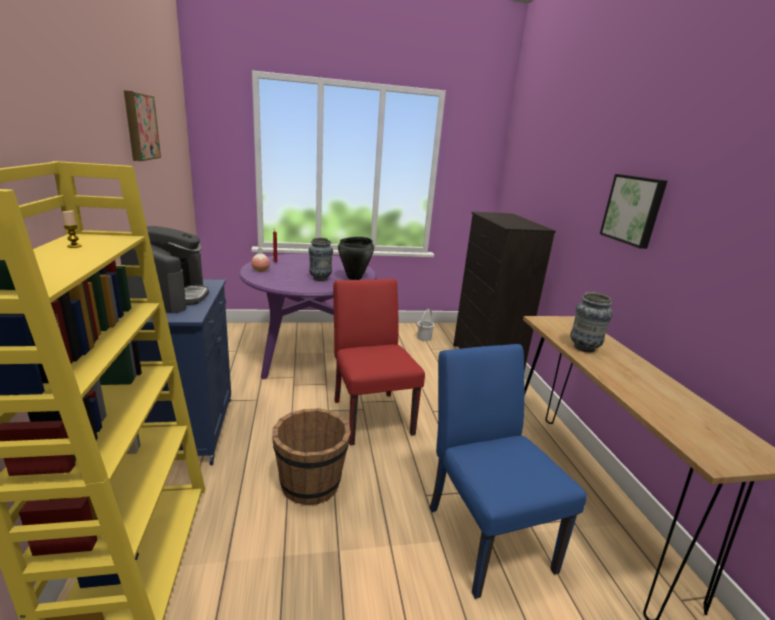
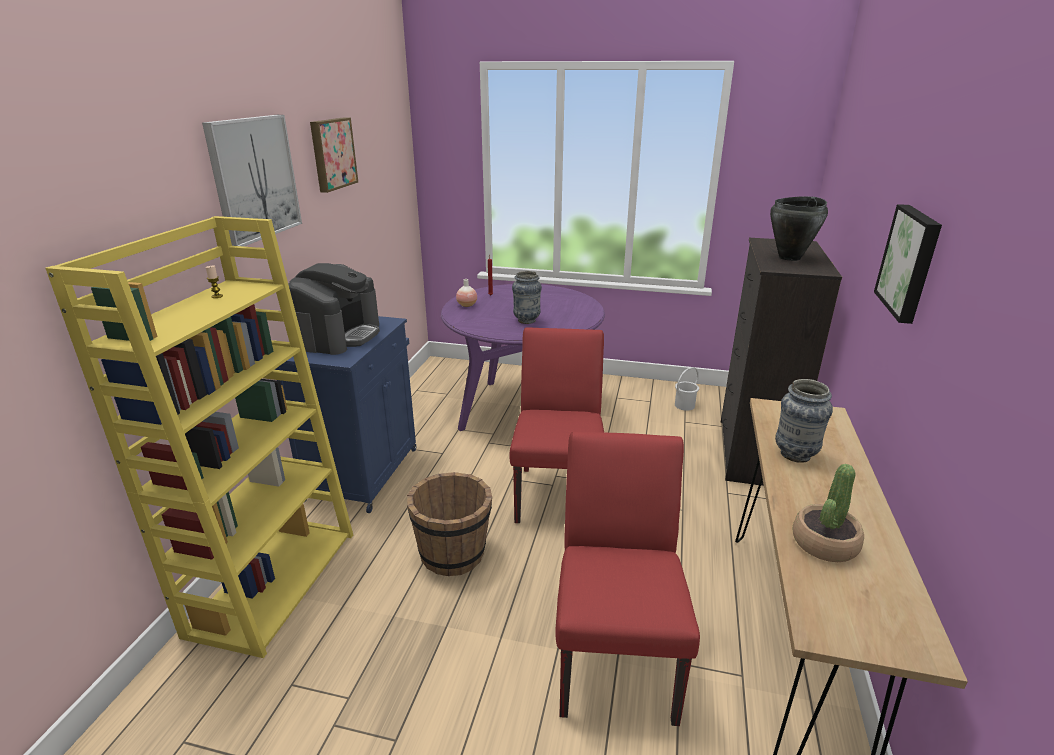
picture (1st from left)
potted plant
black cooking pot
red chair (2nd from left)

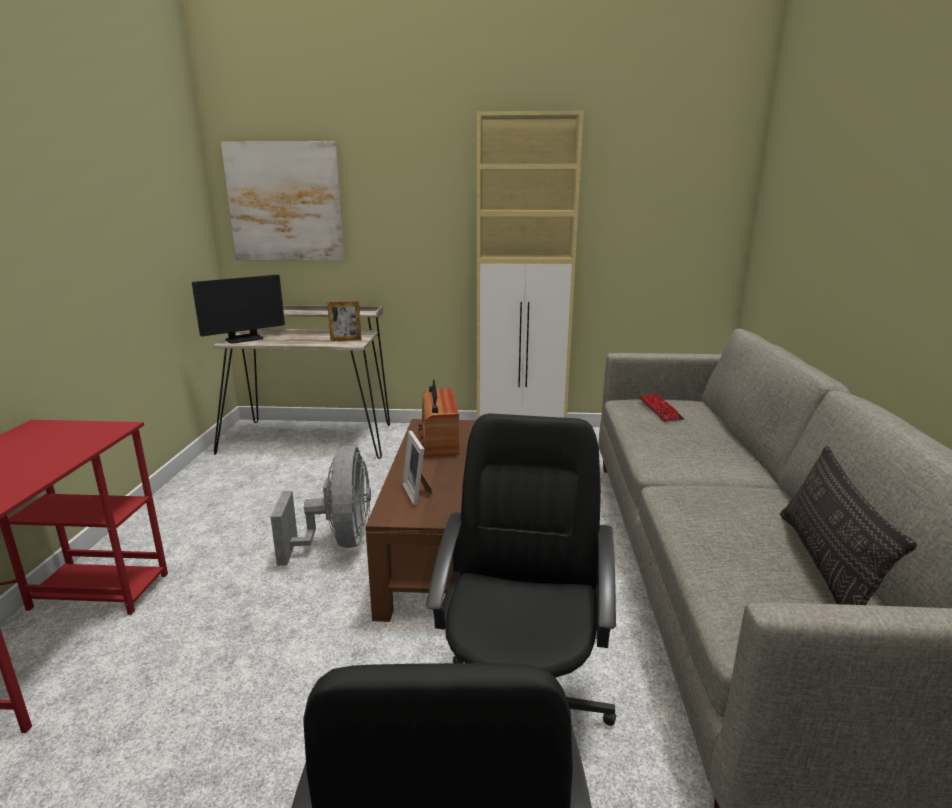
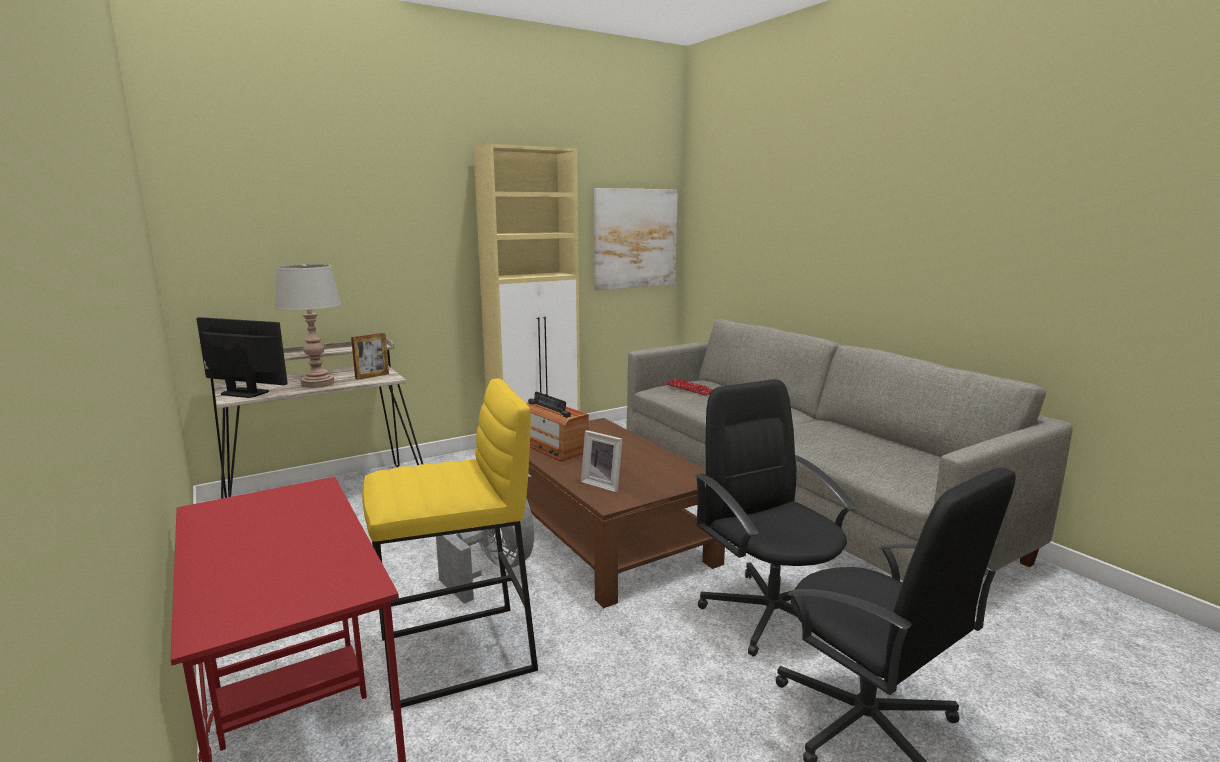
pillow
grey table lamp
yellow stool
picture
monitor

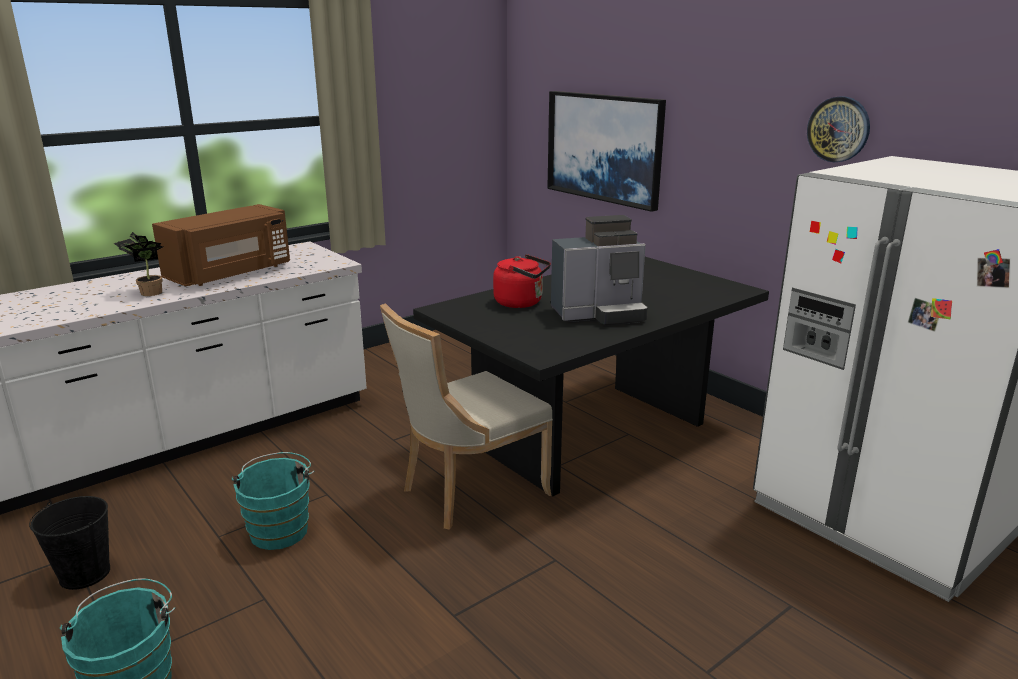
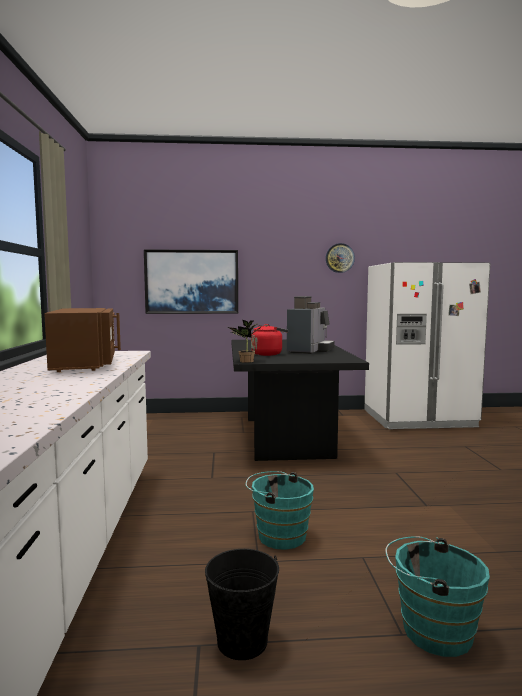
beige chair
potted plant

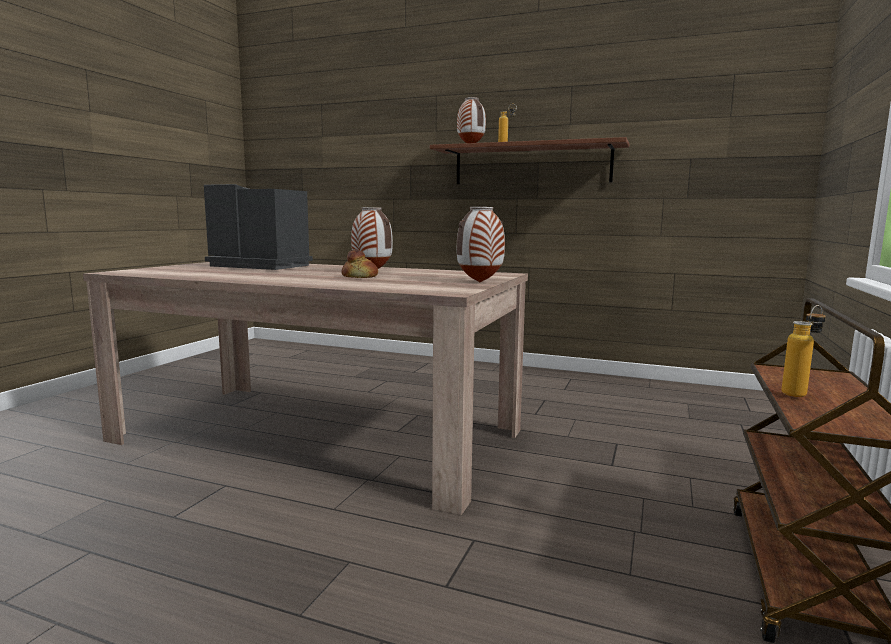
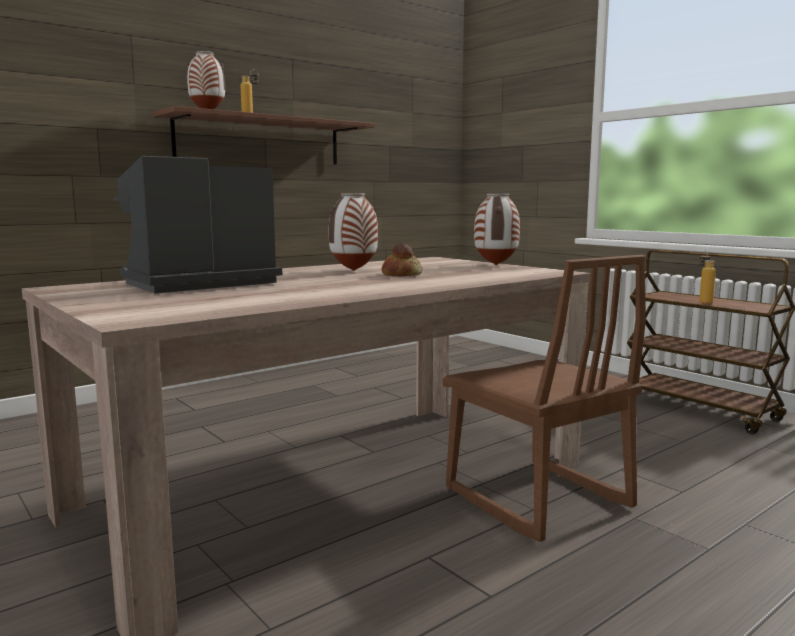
brown chair

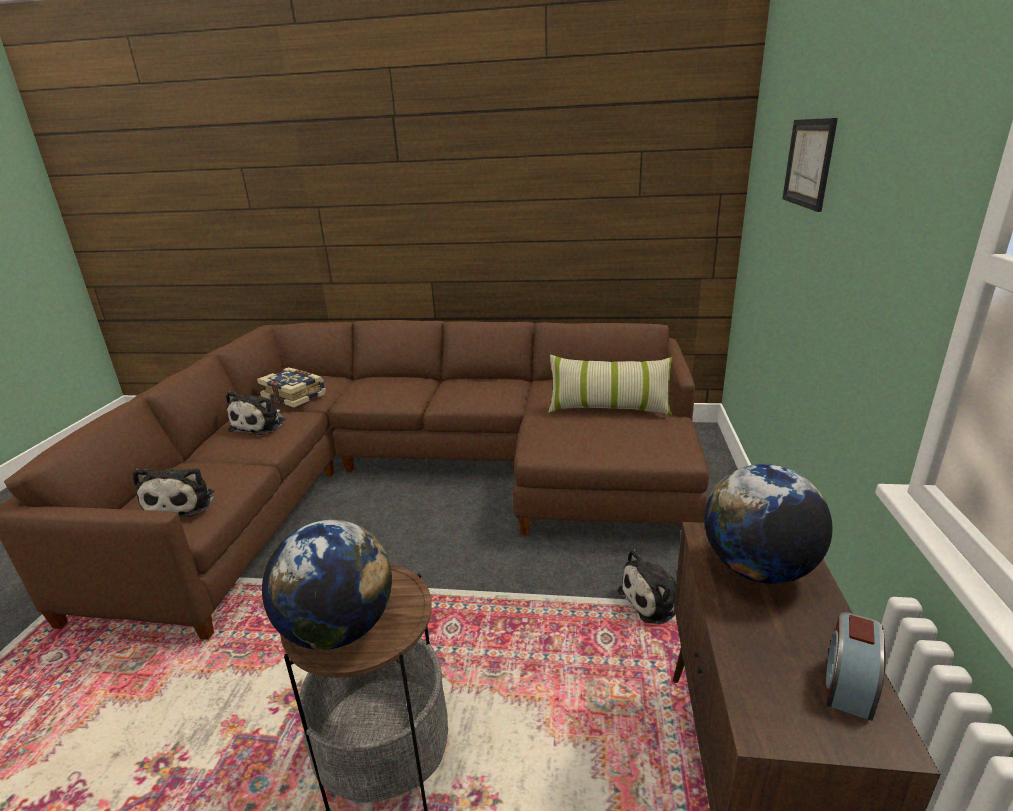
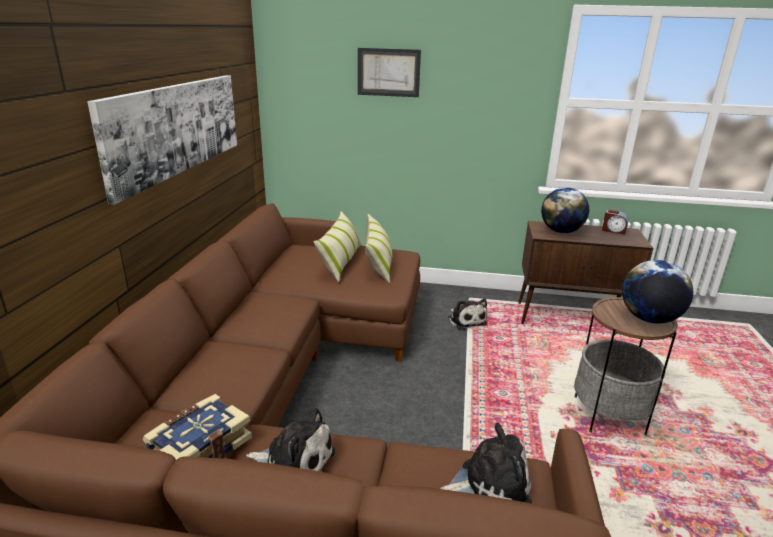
picture (1st from left)
pillow (2nd from left)

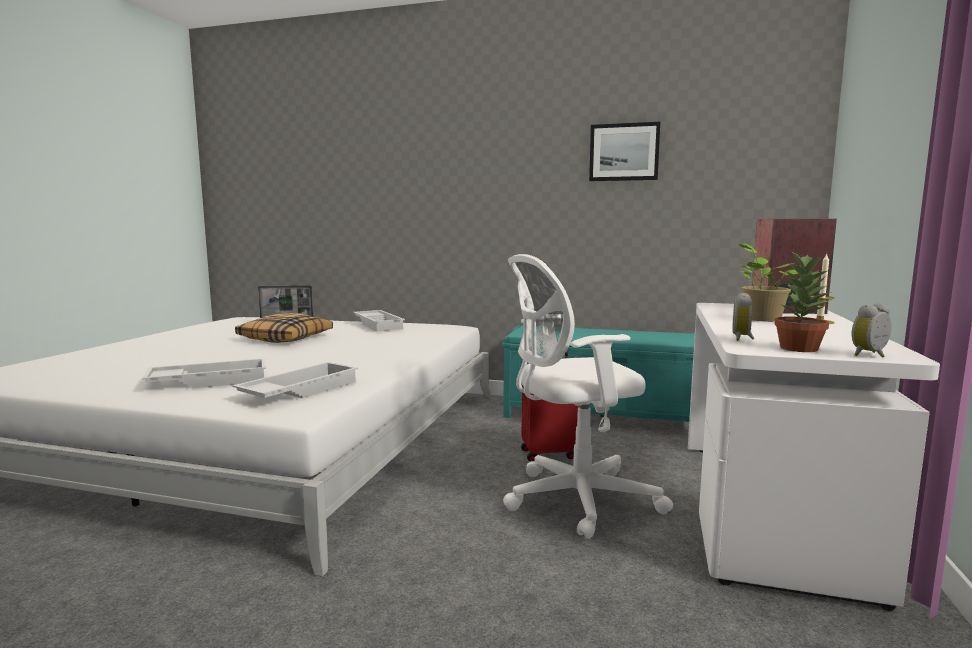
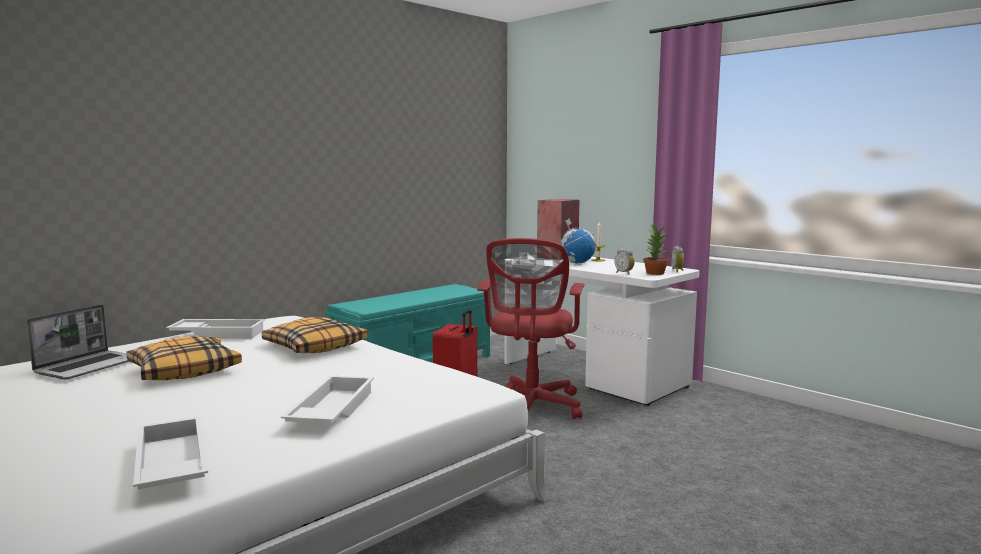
picture
pillow (2nd from left)
white tray (1st from left)
globe
red office chair

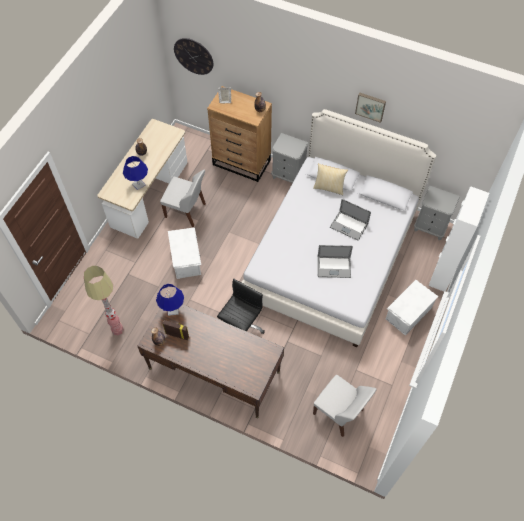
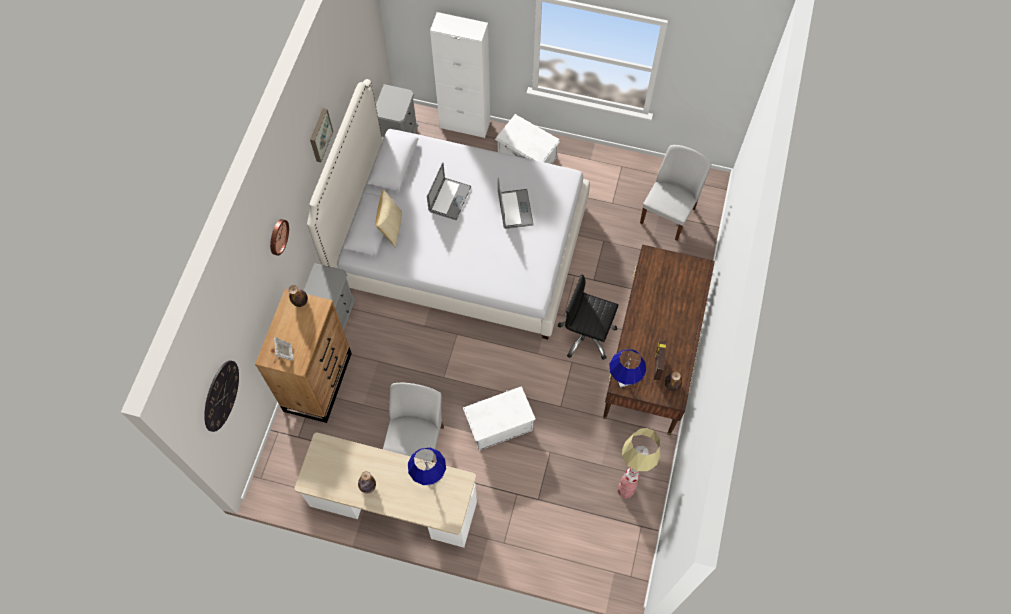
wall clock (2nd from left)

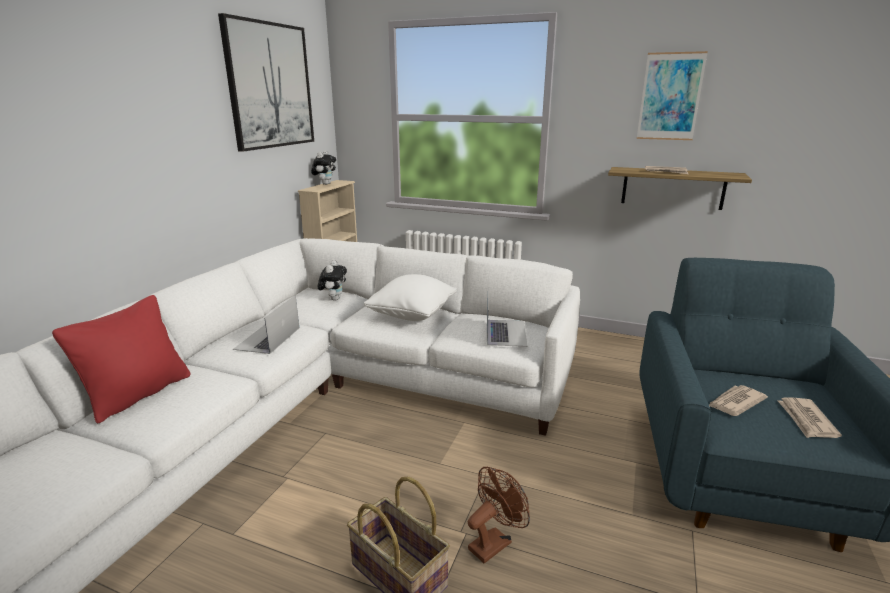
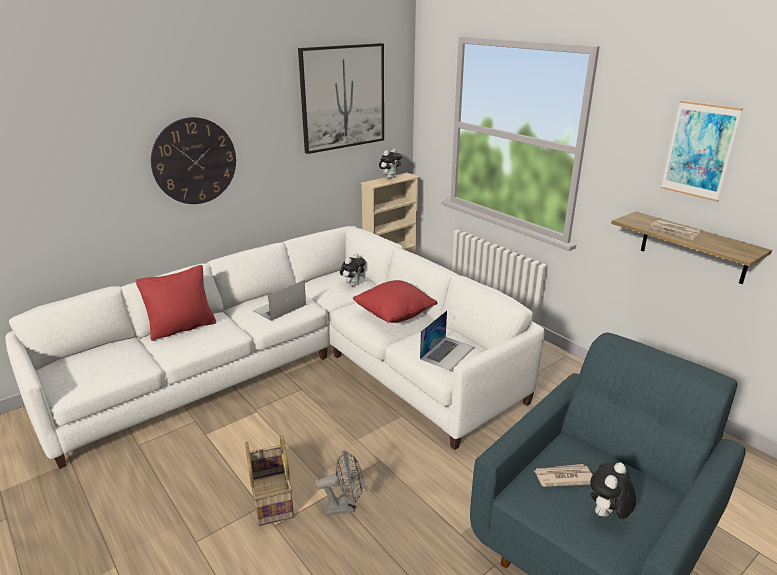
wall clock
plush toy (3rd from left)
red pillow (2nd from left)
grey fan

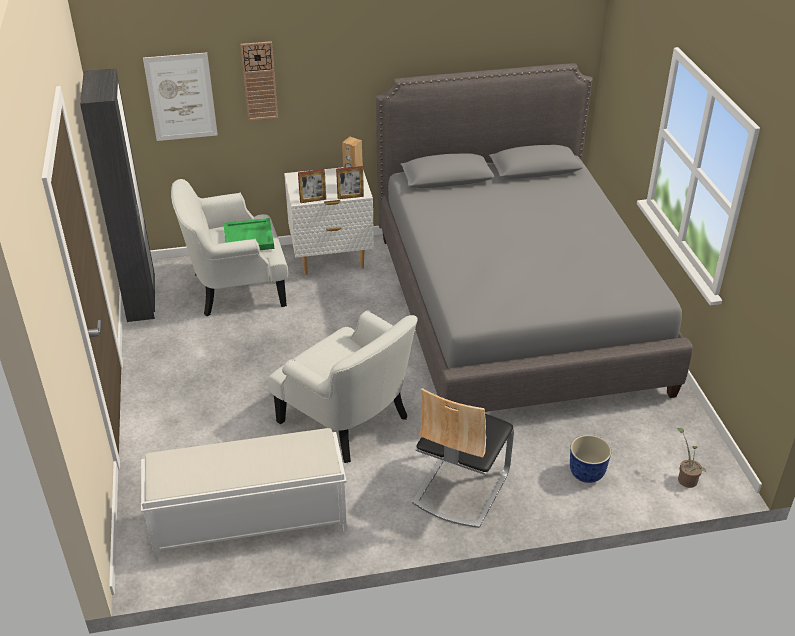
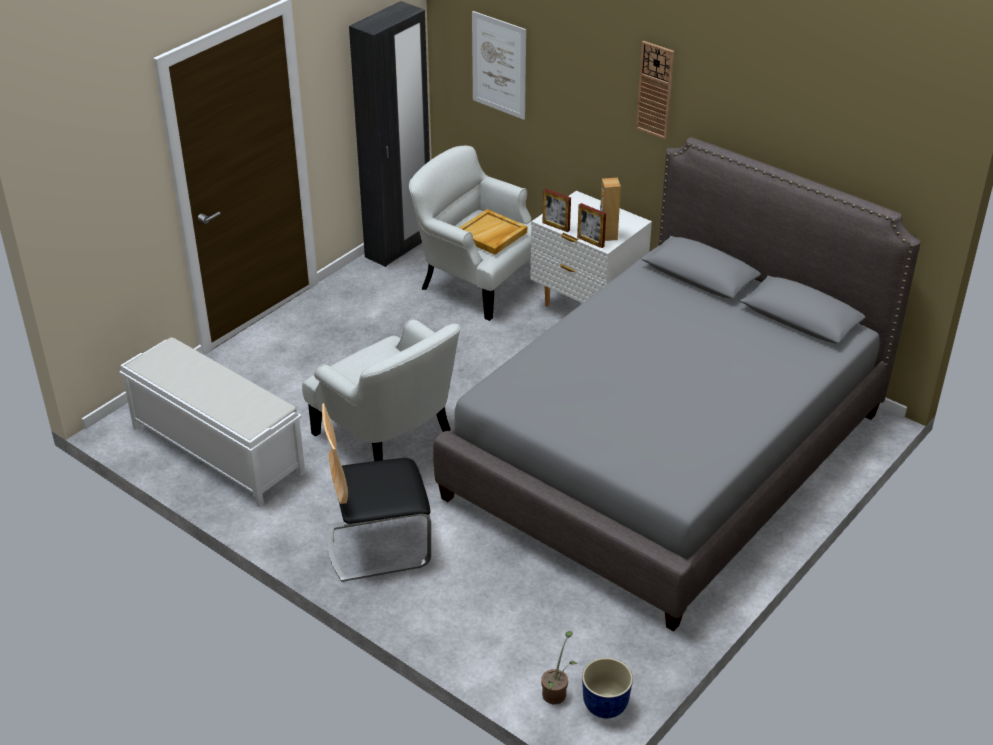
wall clock
planter
beige tray
white armchair (1st from left)

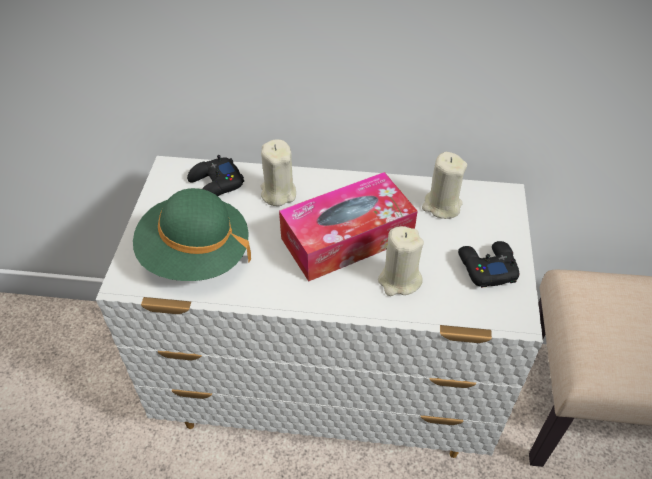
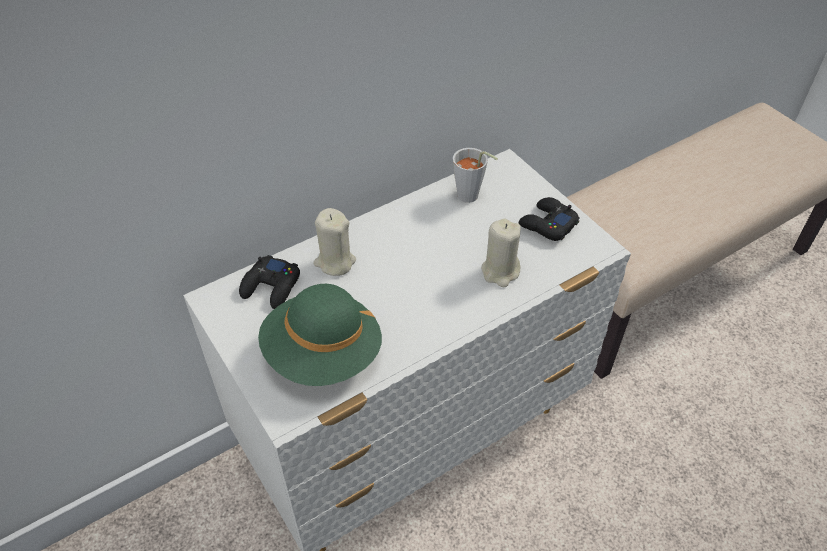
tissue box
grey cup

